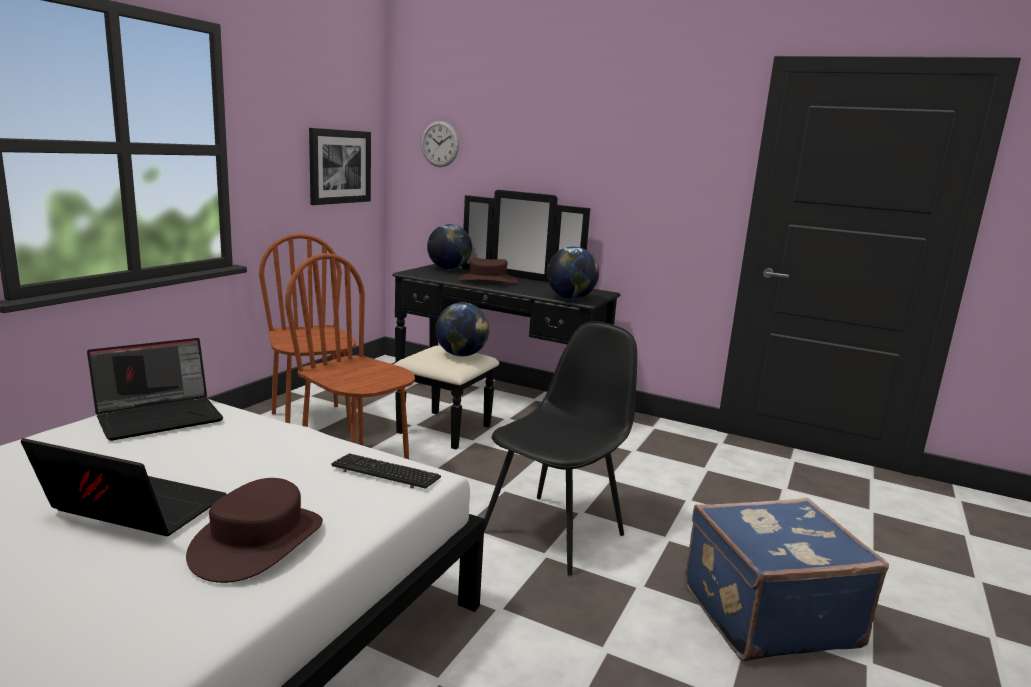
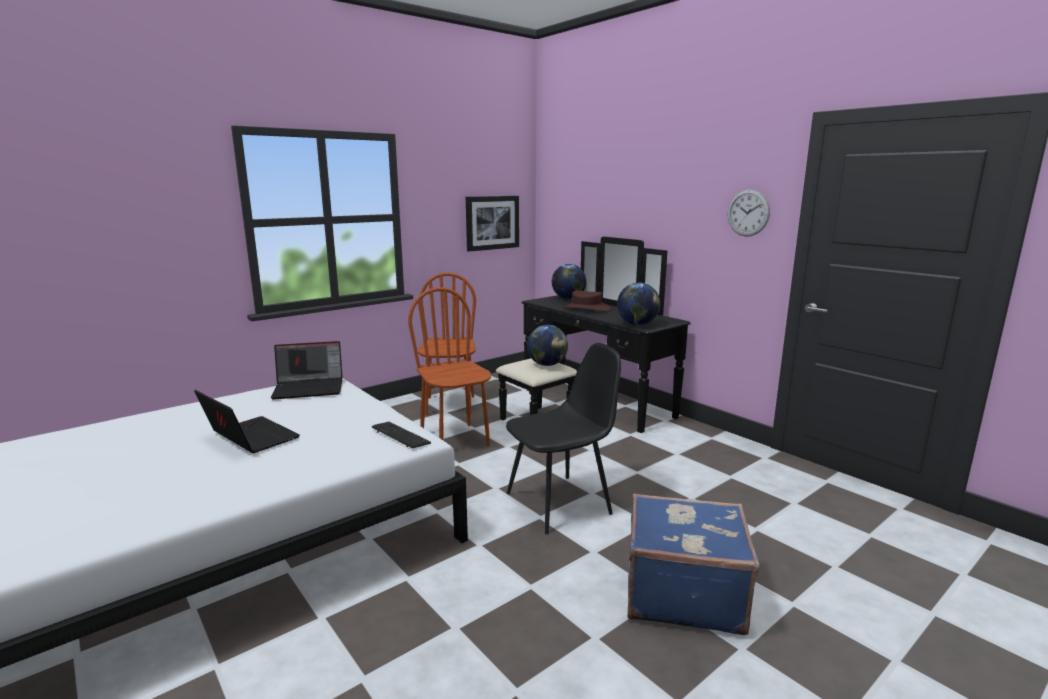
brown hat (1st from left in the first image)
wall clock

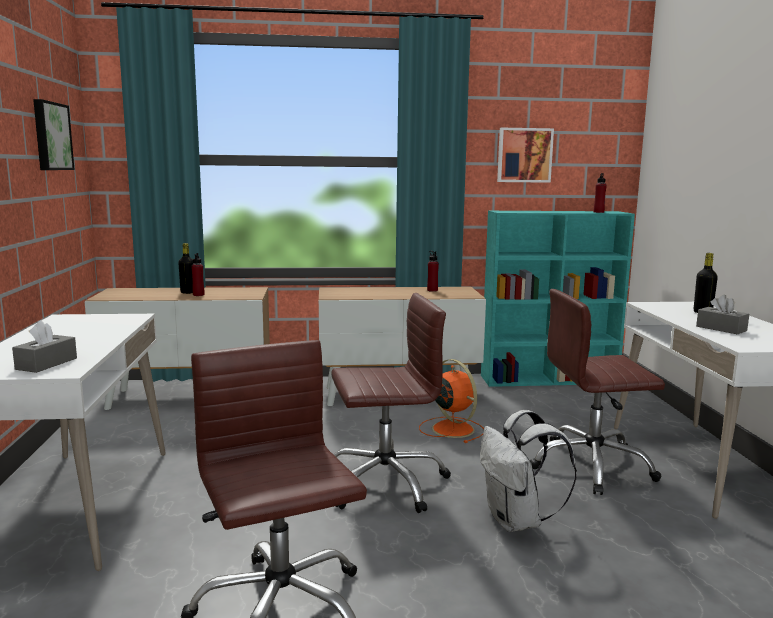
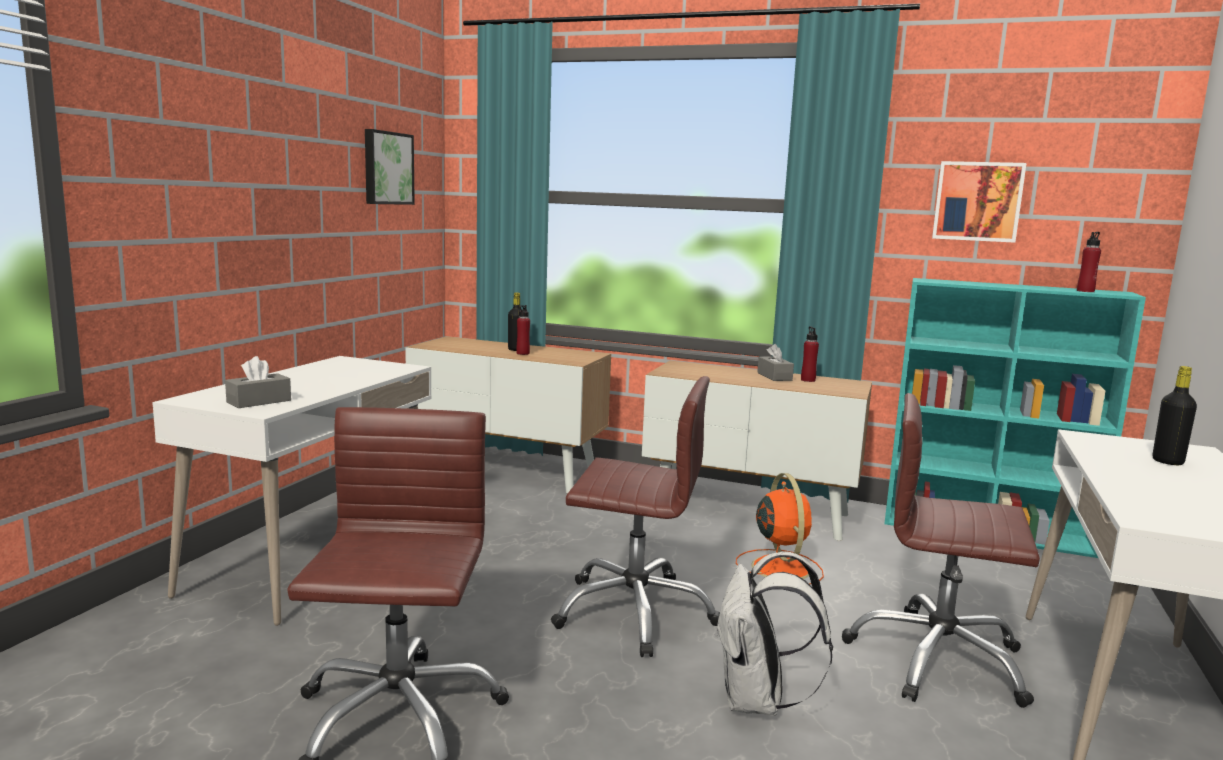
grey tissue box (2nd from left)

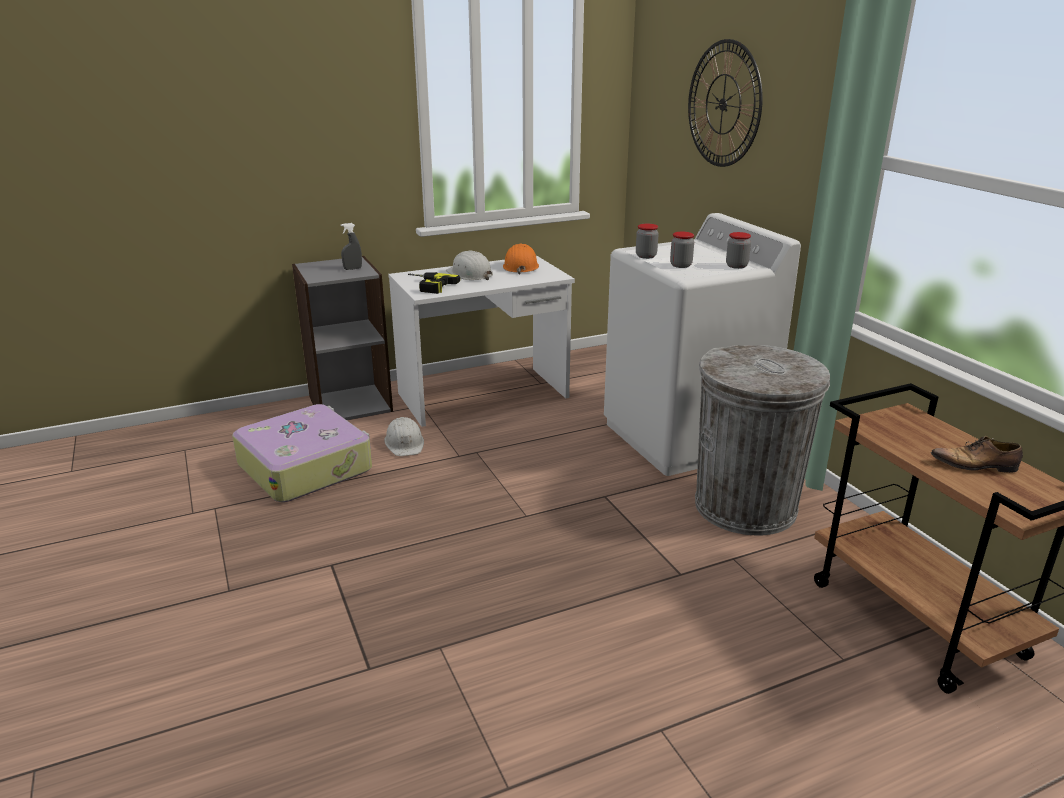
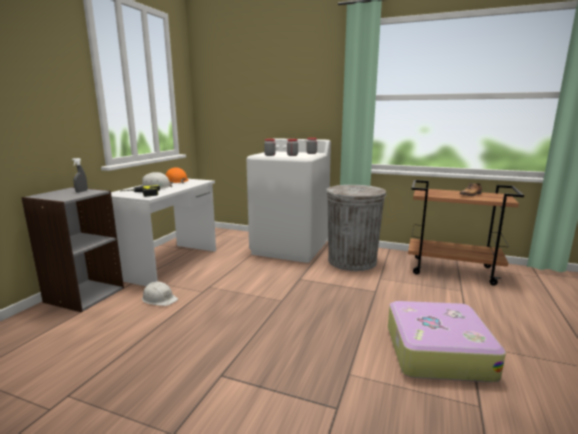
wall clock
suitcase

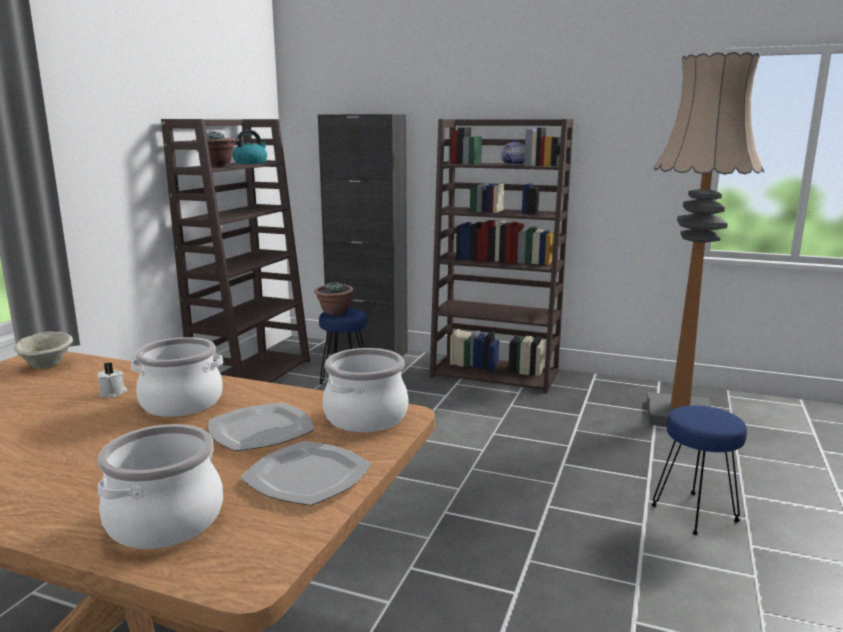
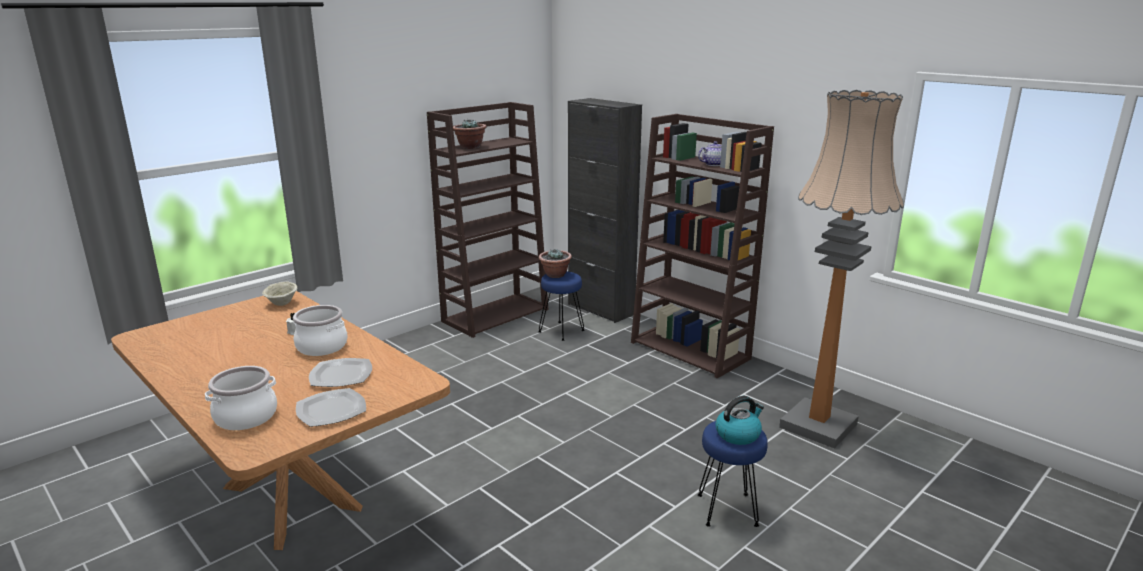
cooking pot (3rd from left in the first image)
kettle

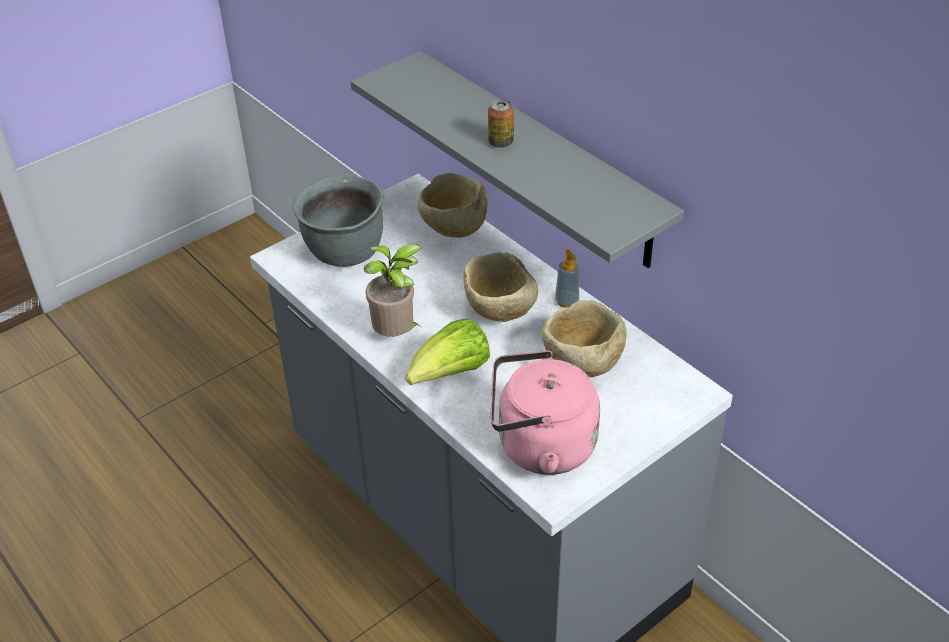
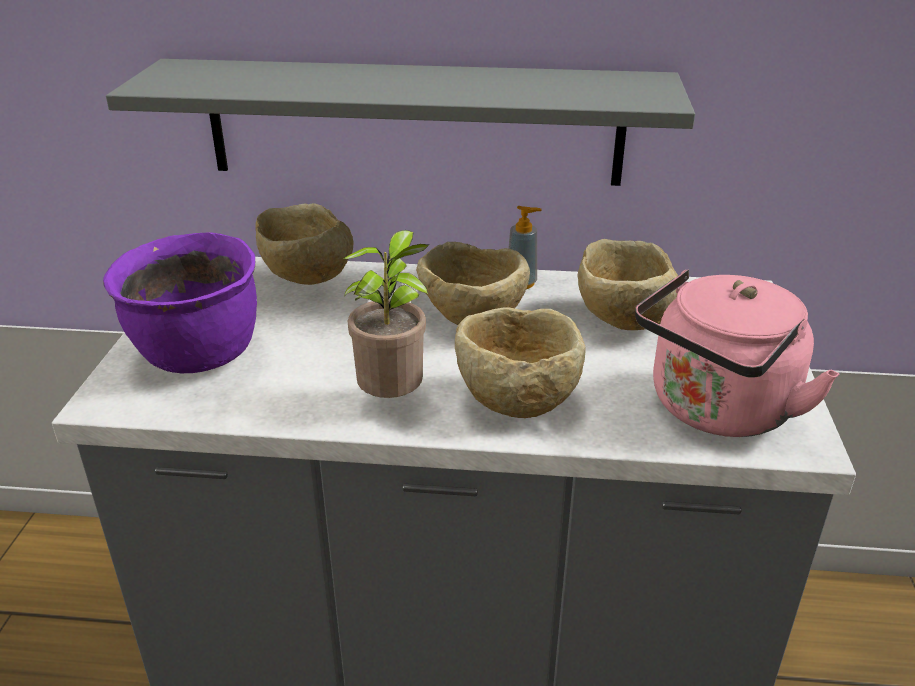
can
beige bowl (3rd from left)
purple cooking pot

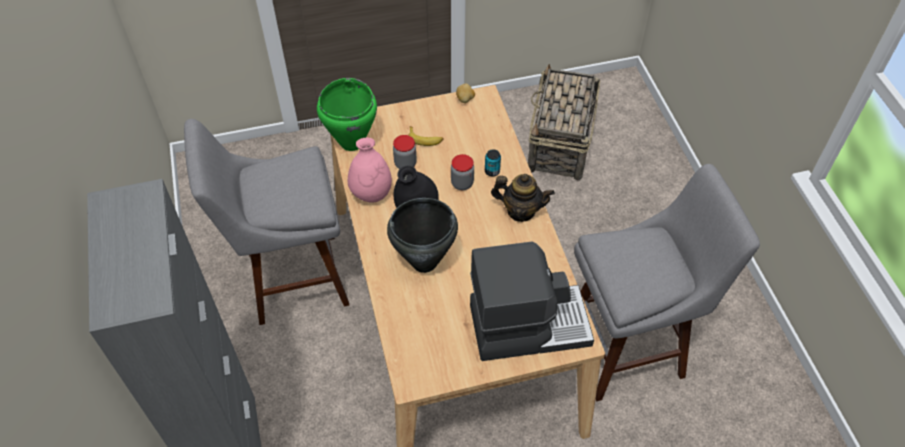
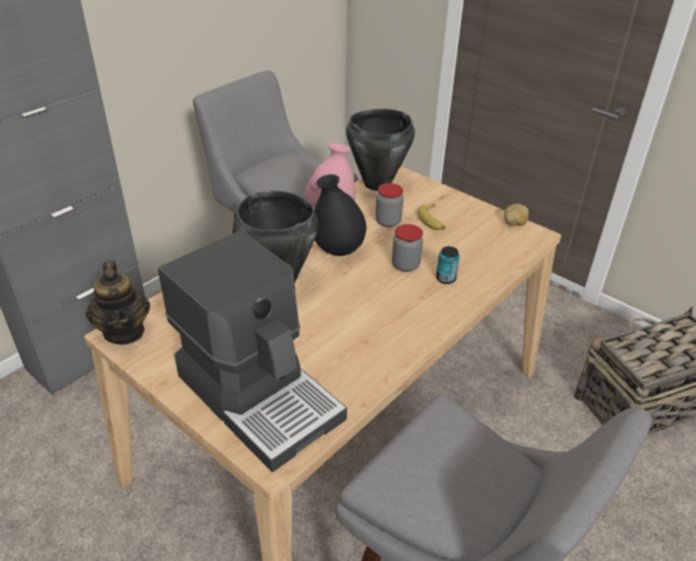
teapot
black cooking pot (2nd from left)

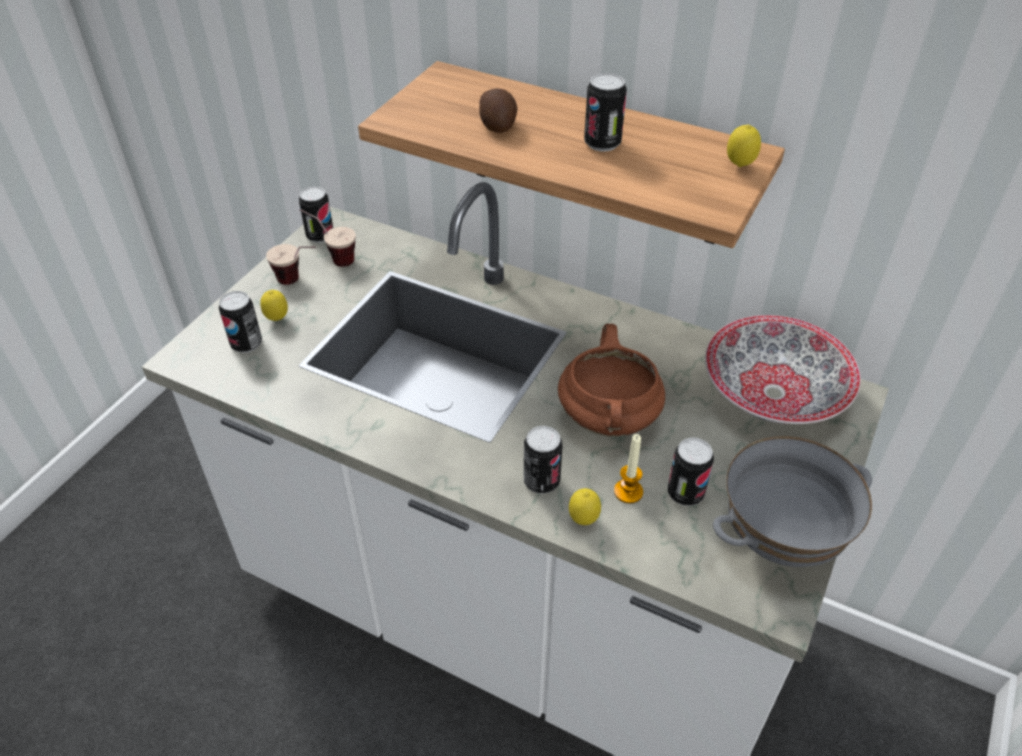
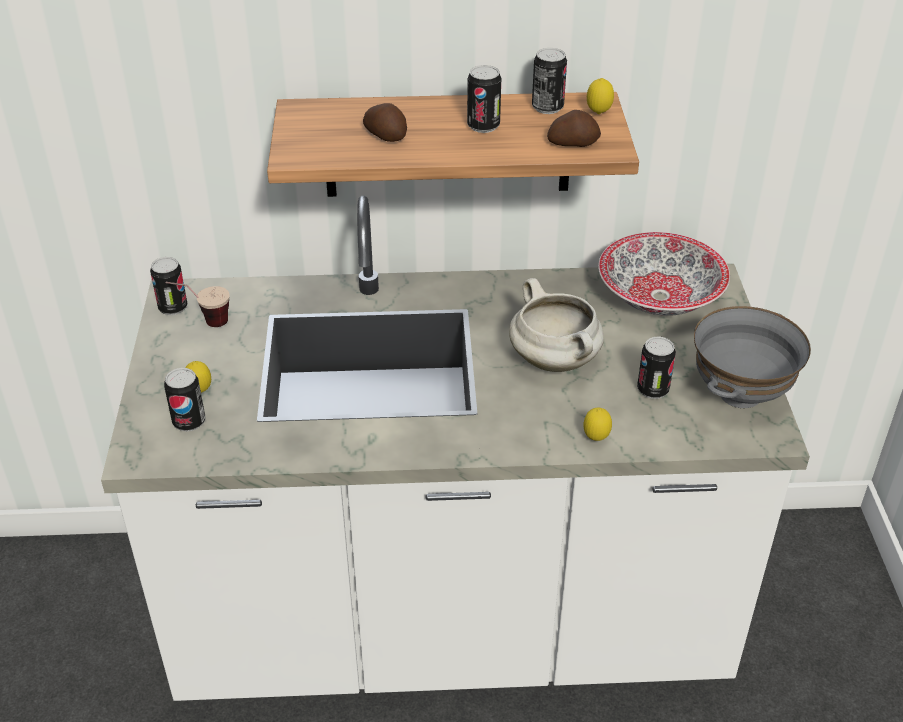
cup (1st from left in the first image)
candle
potato (2nd from left)
can (4th from left)
white cooking pot

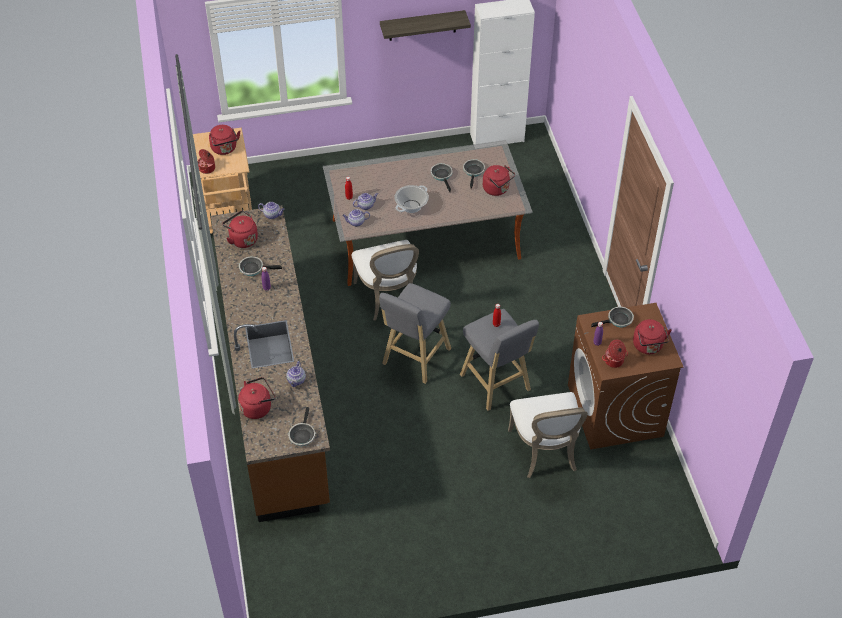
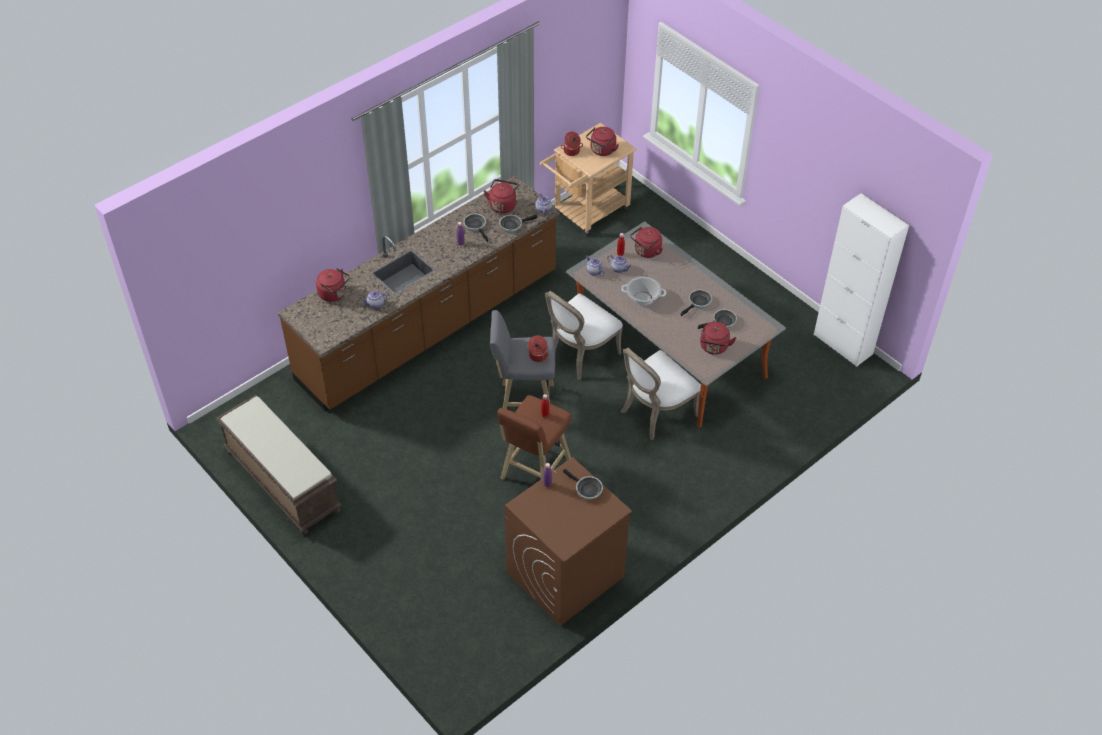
shelf
brown bench
frying pan (2nd from left)
white chair (2nd from left)
cooking pot (1st from left)
red kettle (4th from left)
brown stool

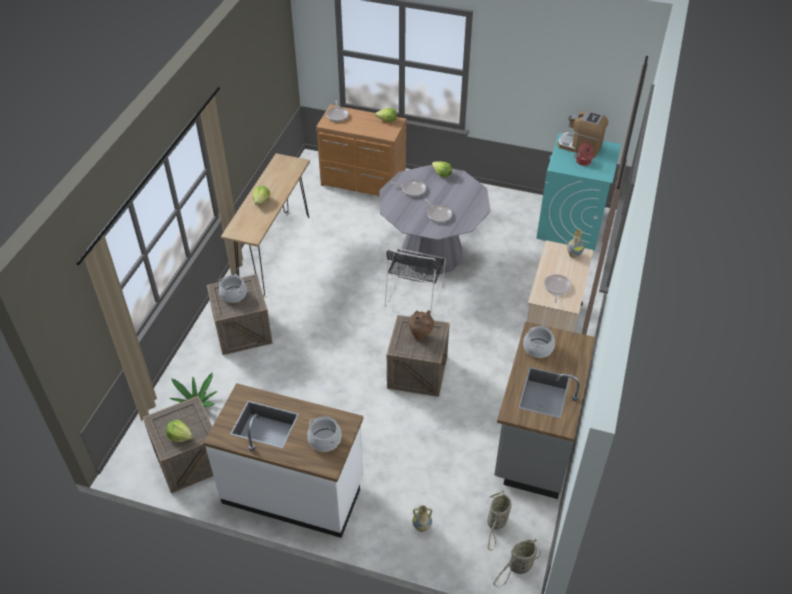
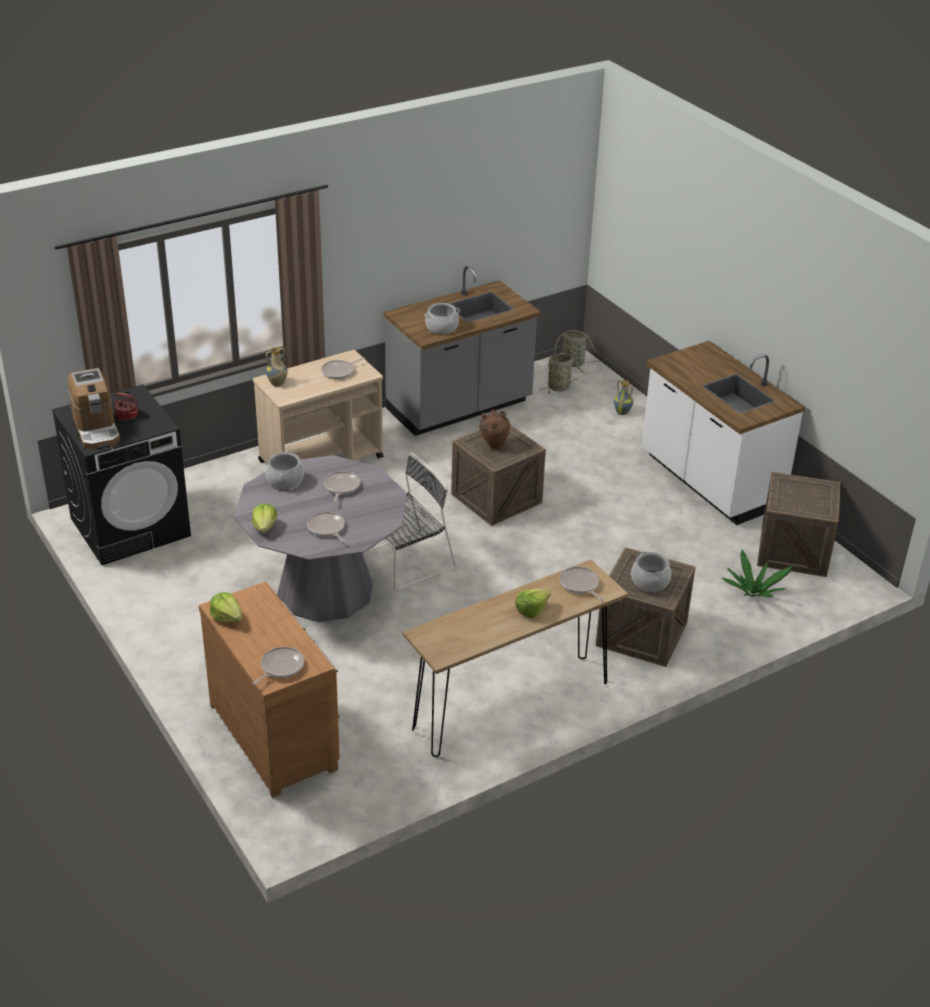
lettuce (1st from left in the first image)
frying pan (5th from left)
cooking pot (2nd from left)
black washing machine

